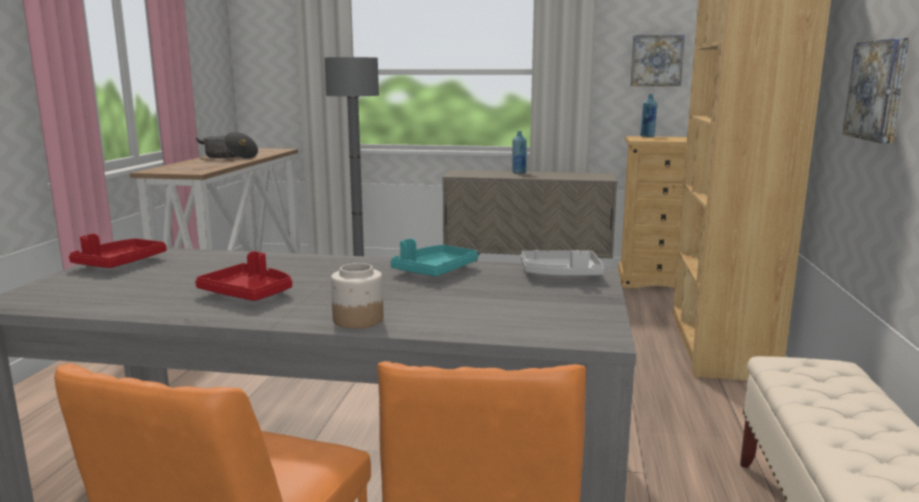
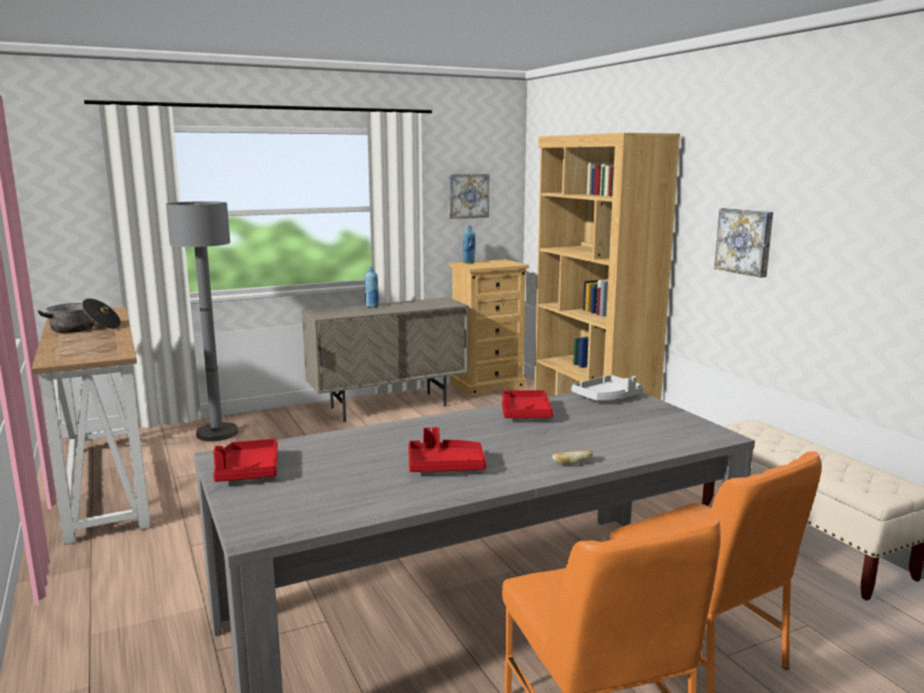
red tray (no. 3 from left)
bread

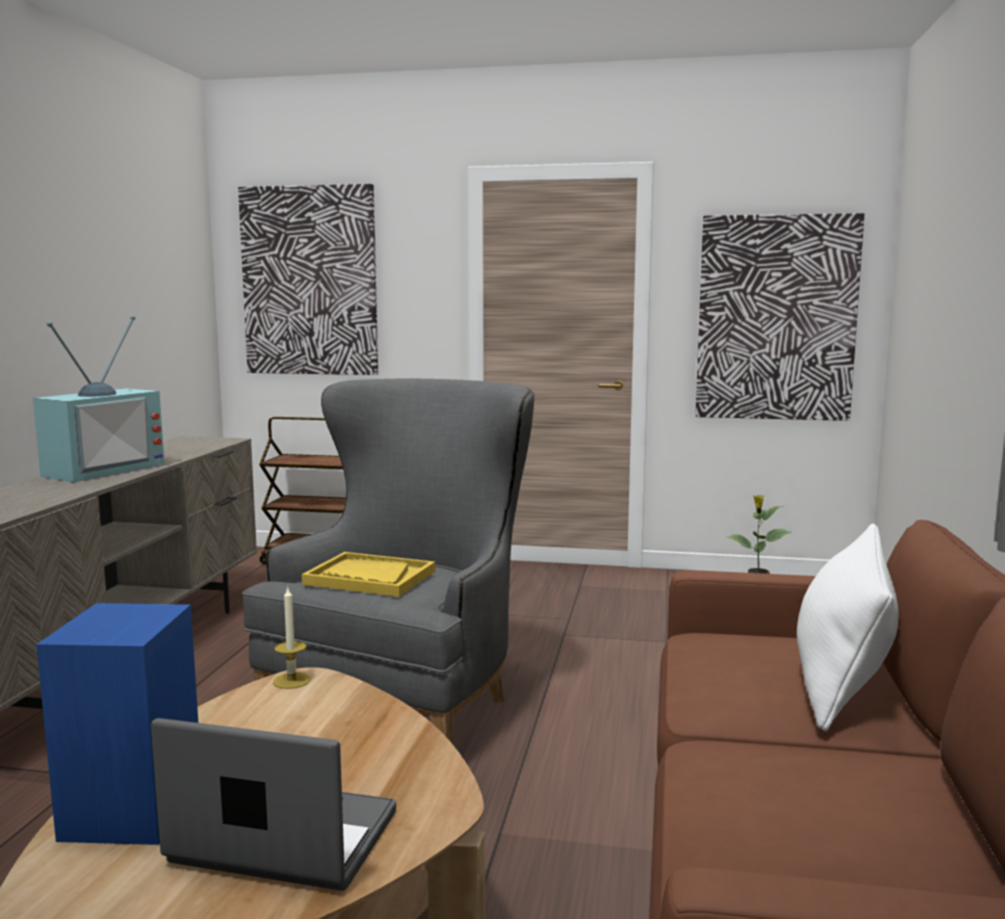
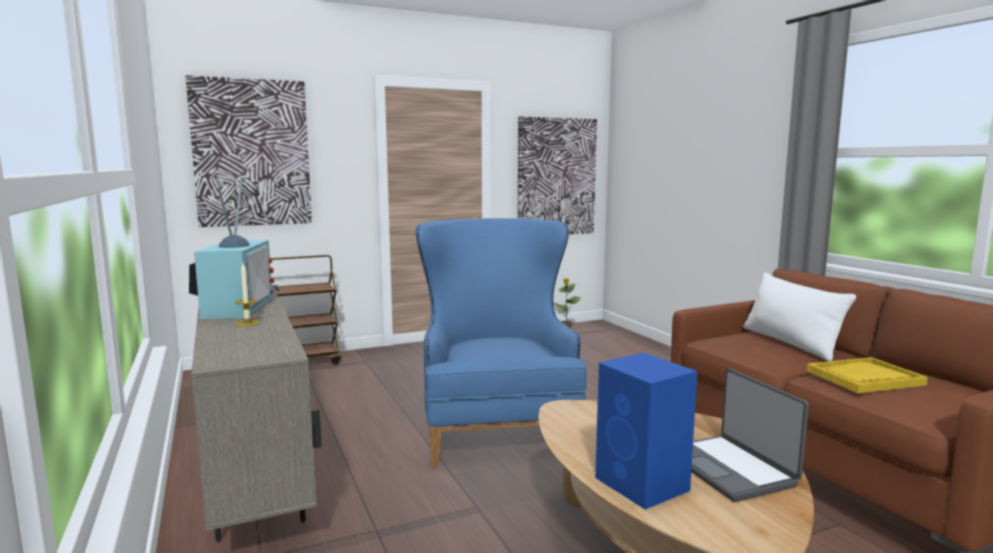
blue armchair
yellow tray
candle
laptop

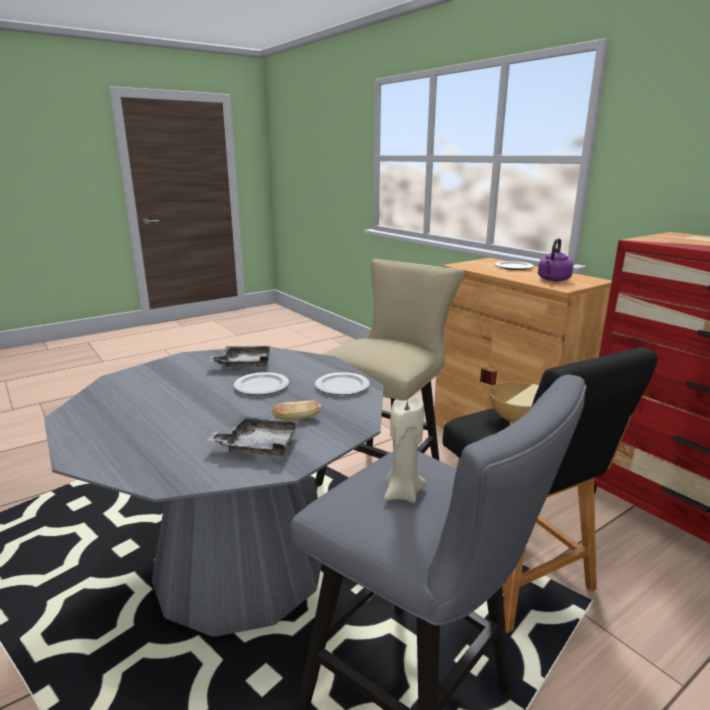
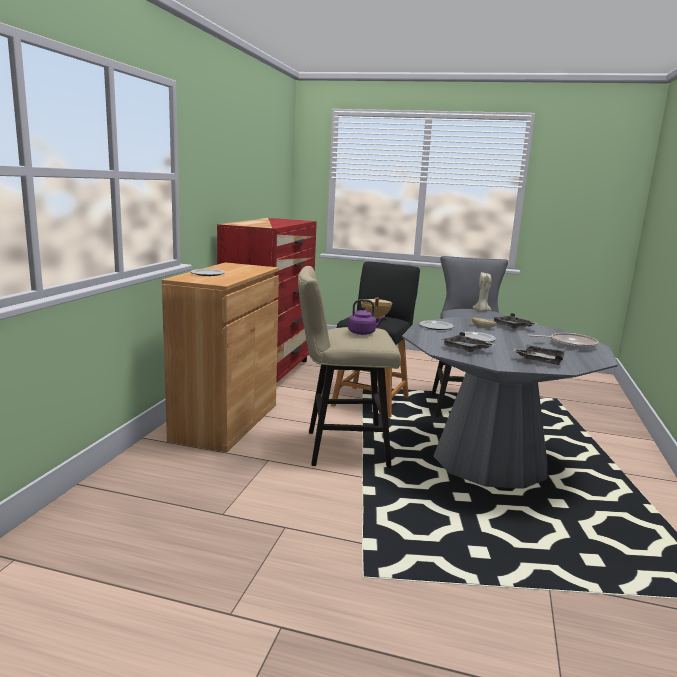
purple kettle
frying pan
grey tray (no. 3 from left)

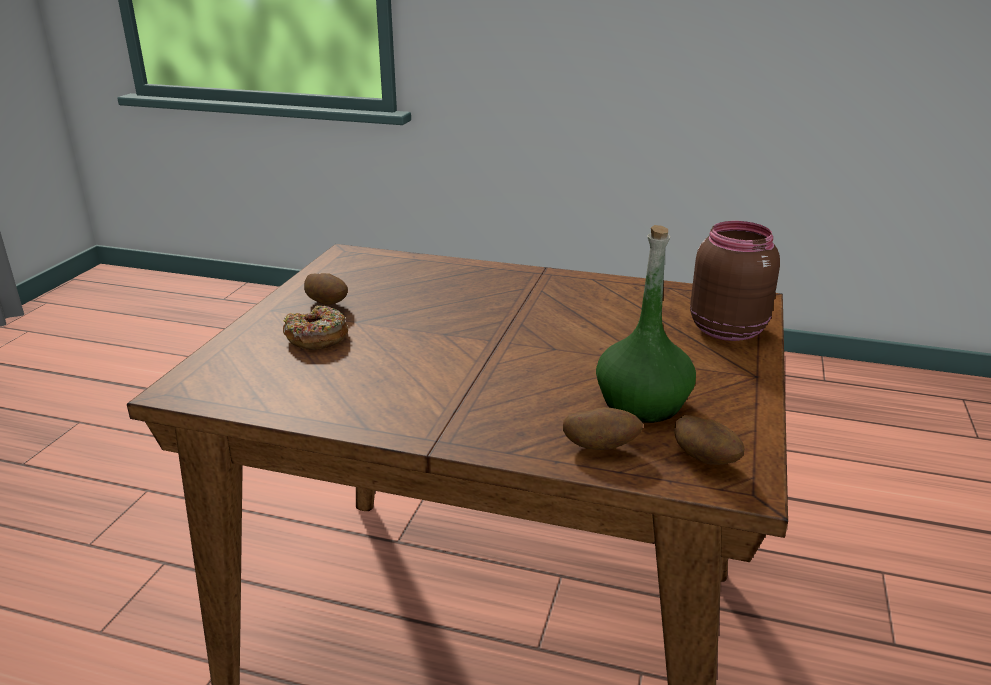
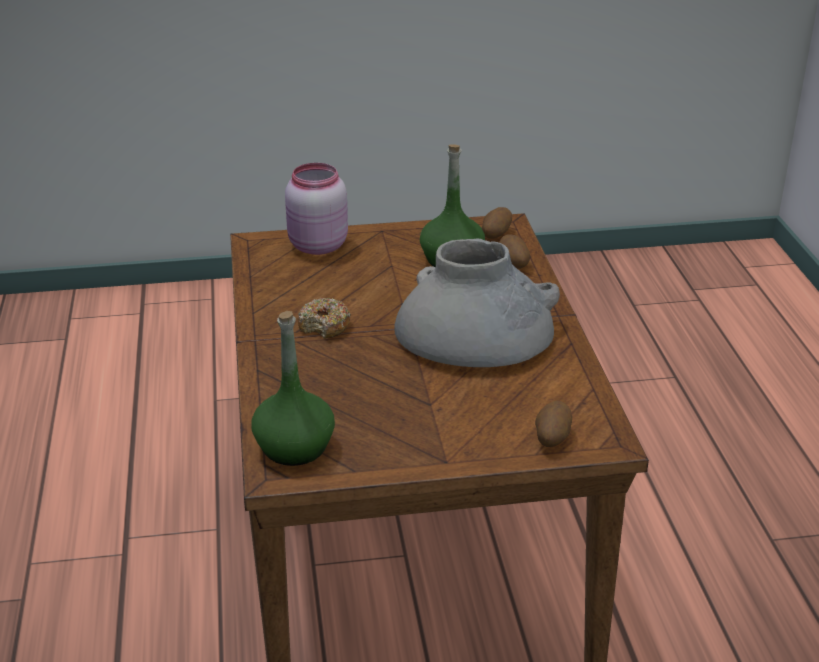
pink jar
potato (no. 3 from left)
donut
grey vase
green bottle (no. 1 from left)

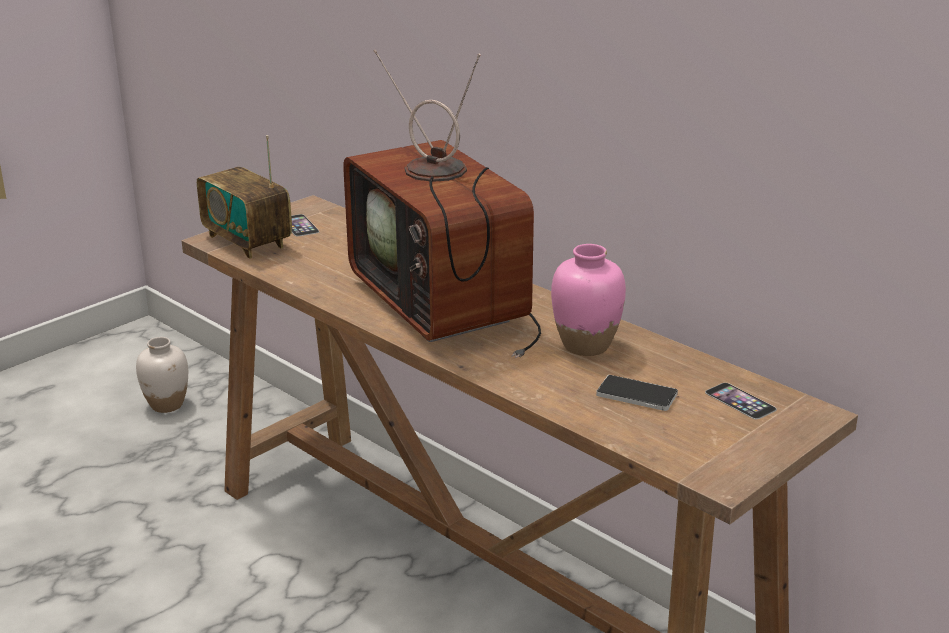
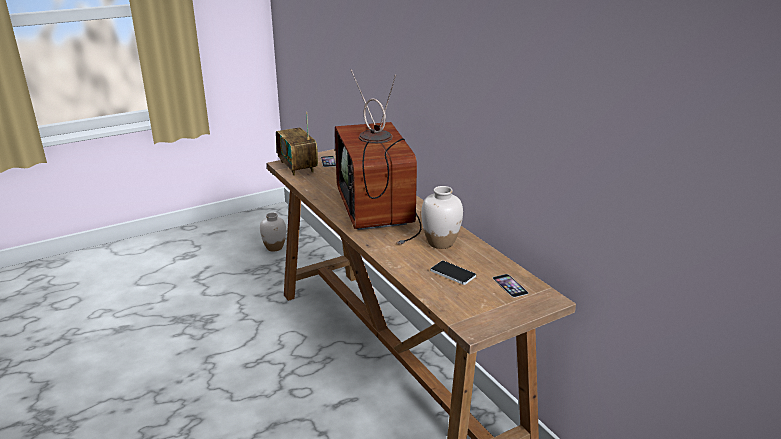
white vase (no. 2 from left)

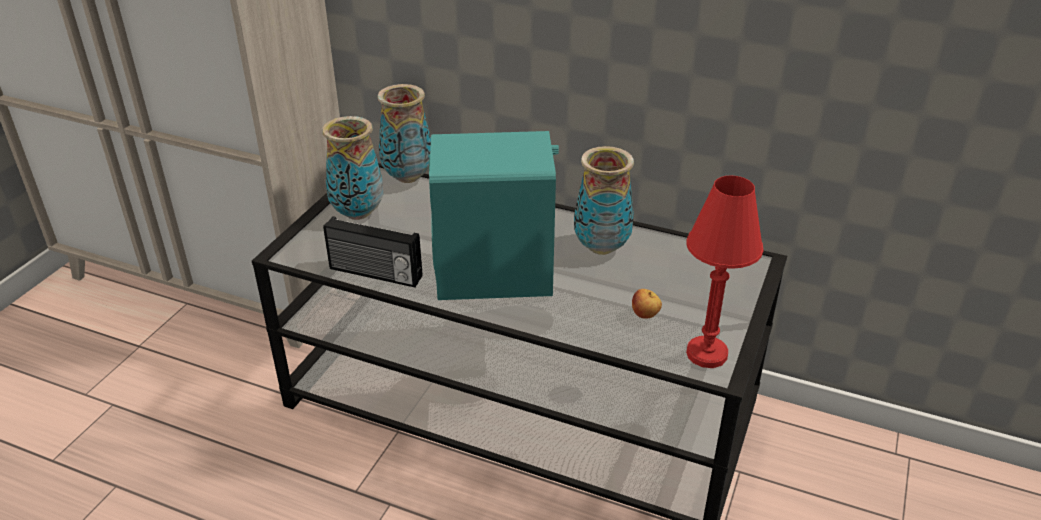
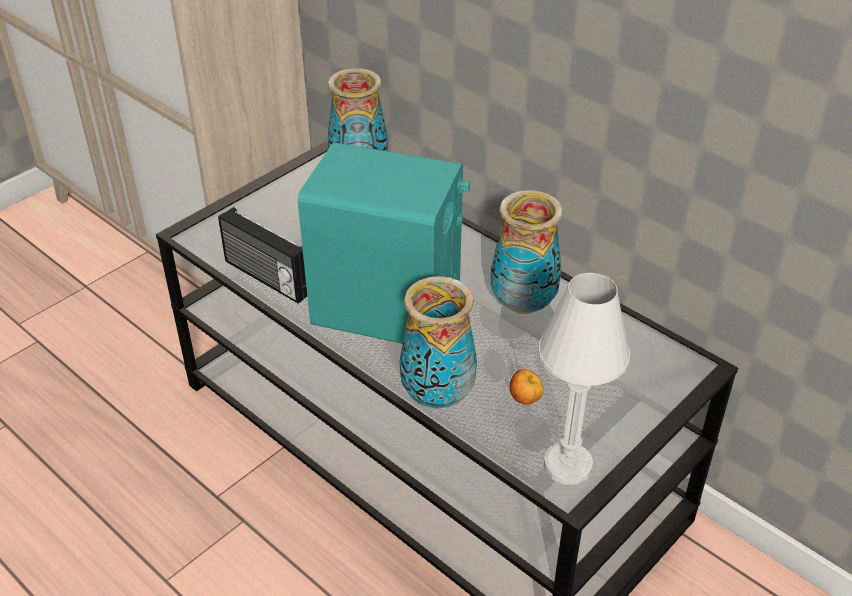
vase (no. 2 from left)
white table lamp

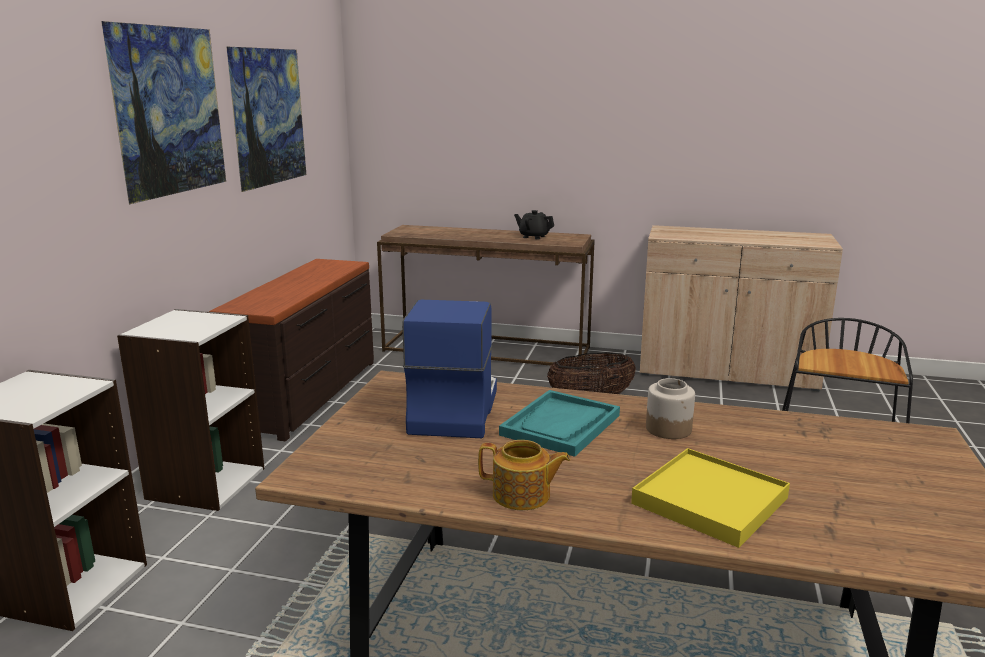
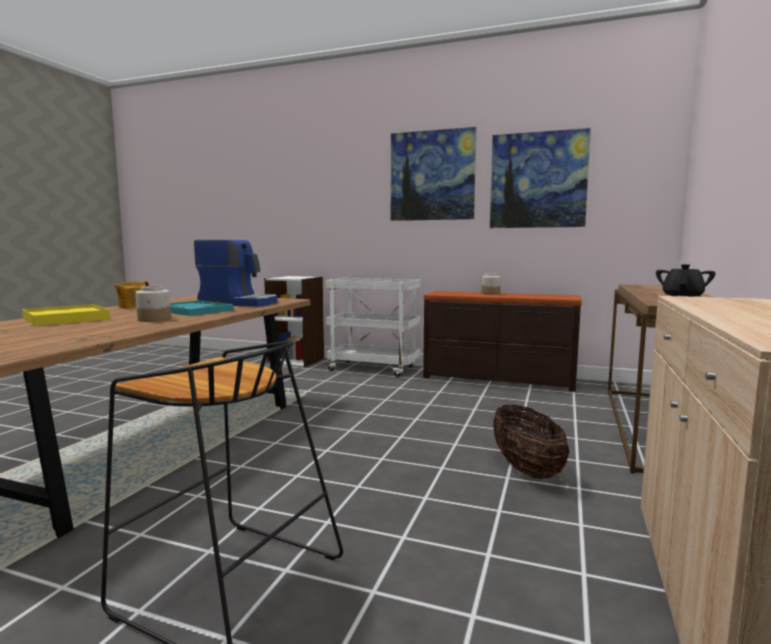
white cart
jar (no. 2 from left)

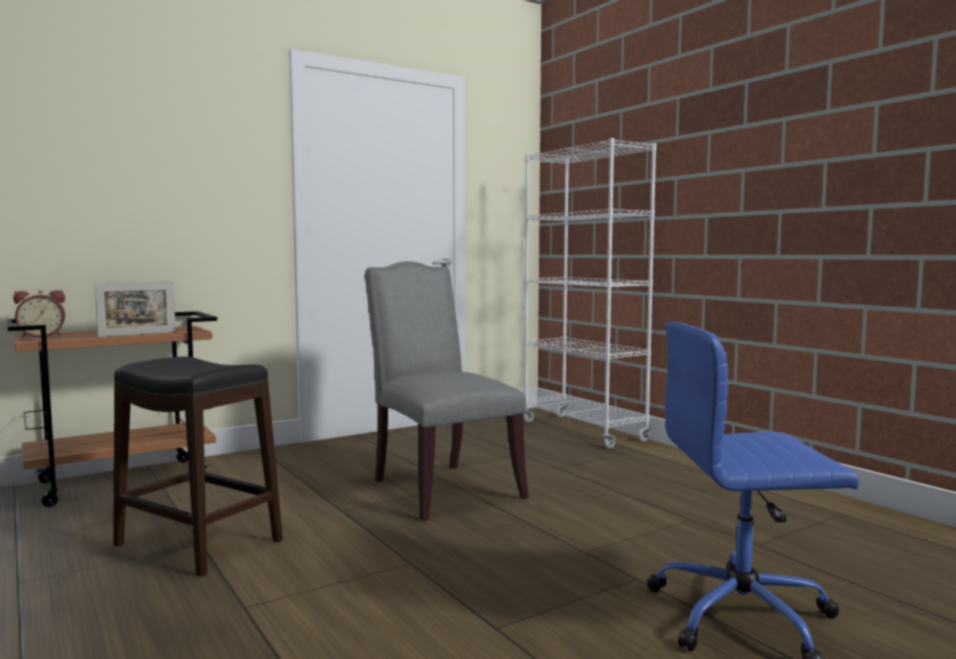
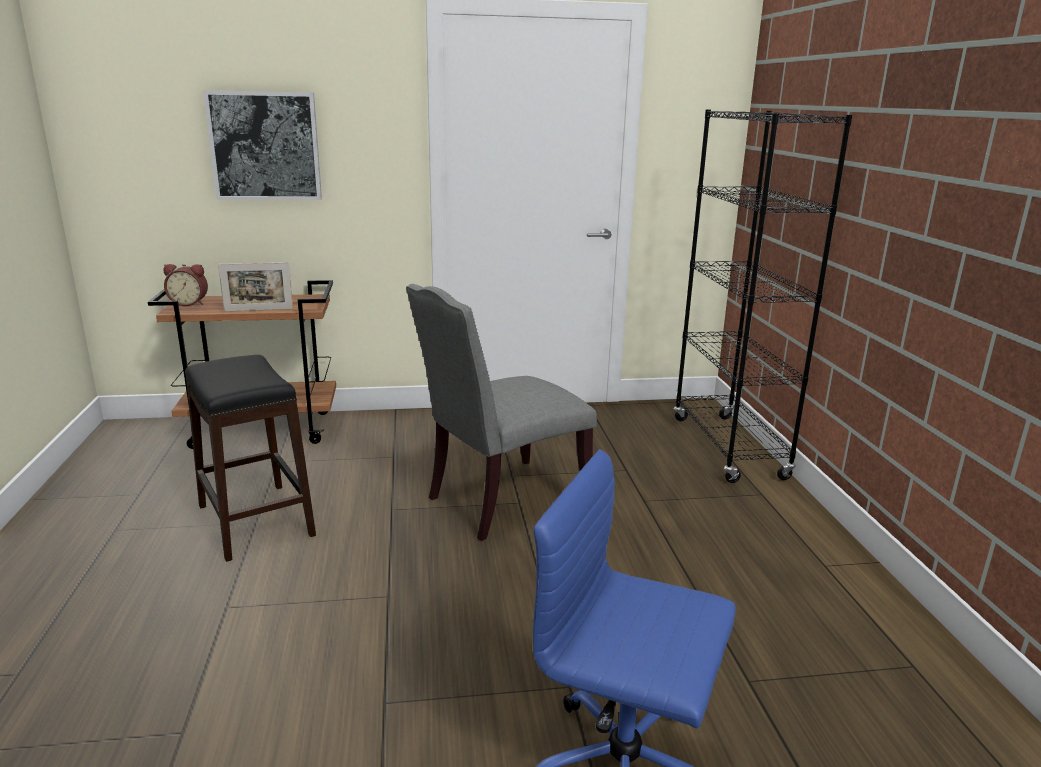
black bookcase
grey chair
picture

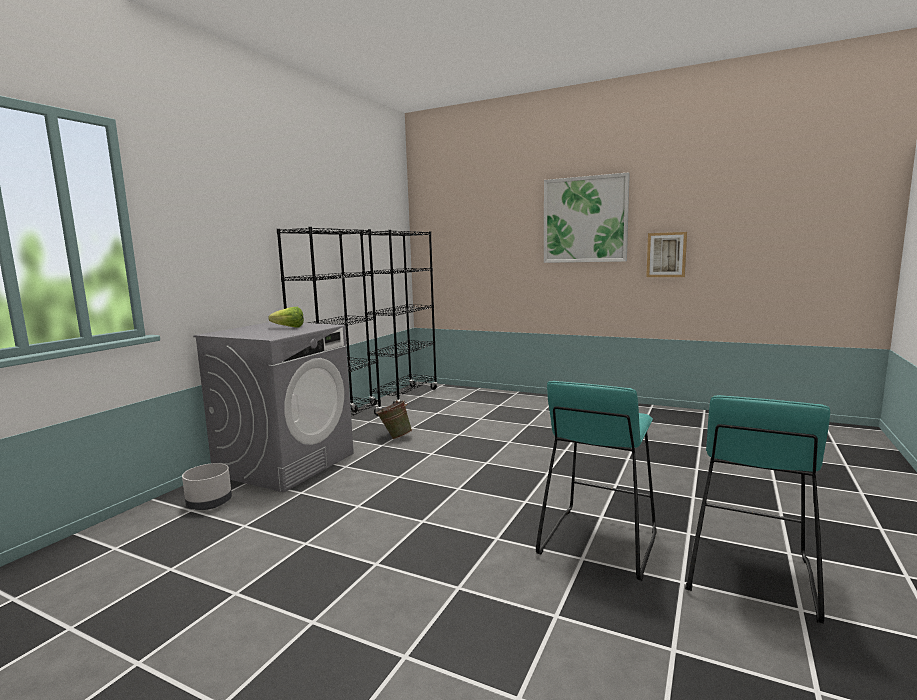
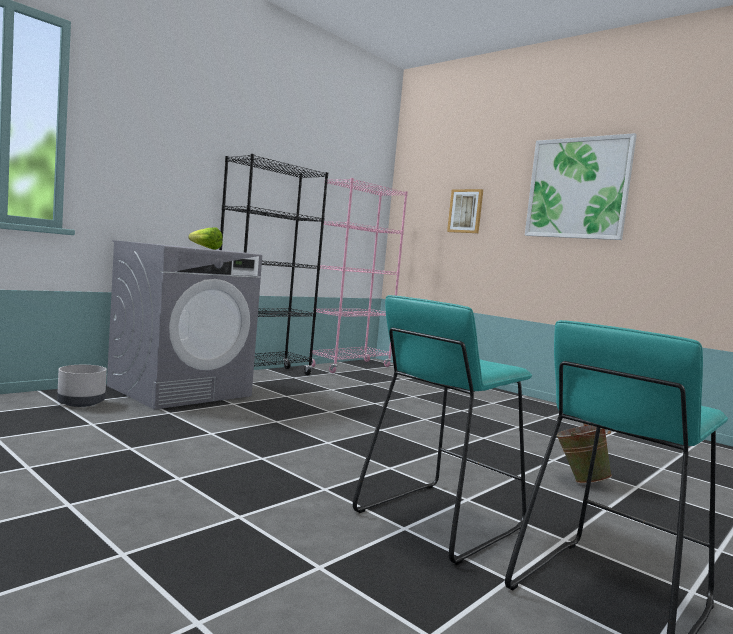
pink bookcase
picture (no. 1 from left)
green bucket

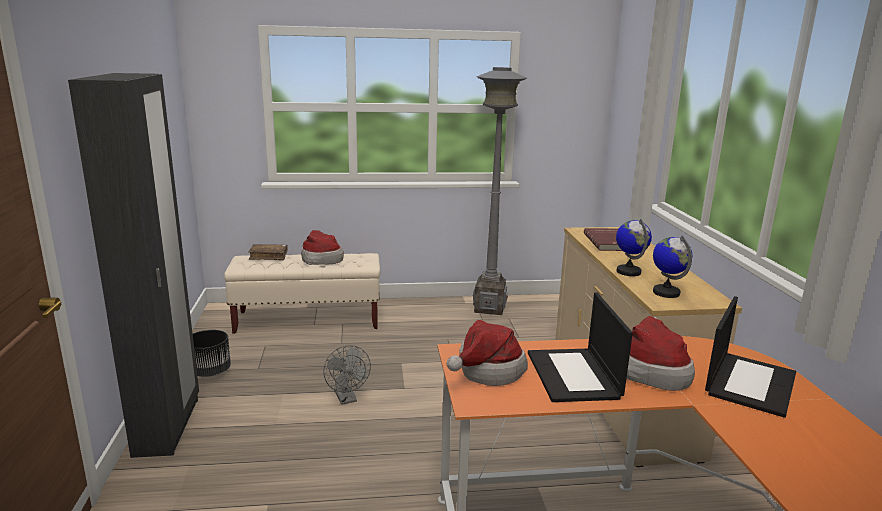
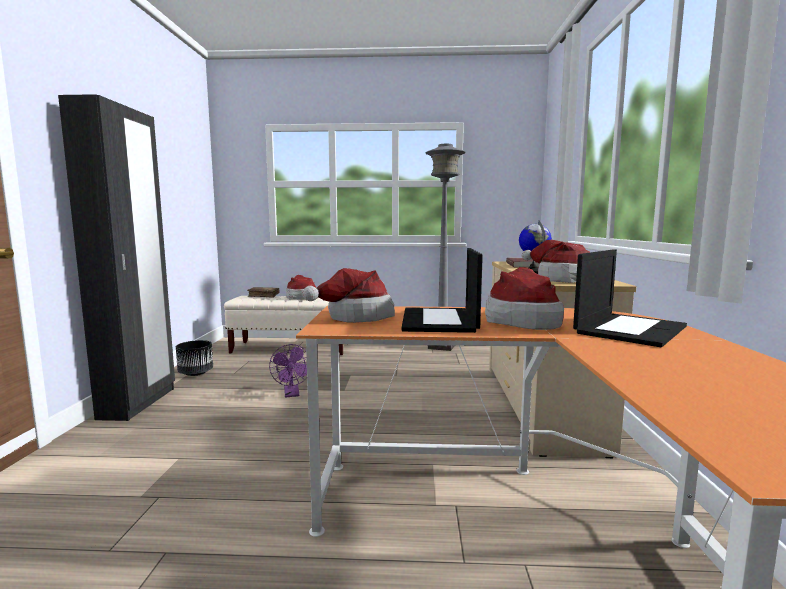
hat (no. 4 from left)
purple fan

